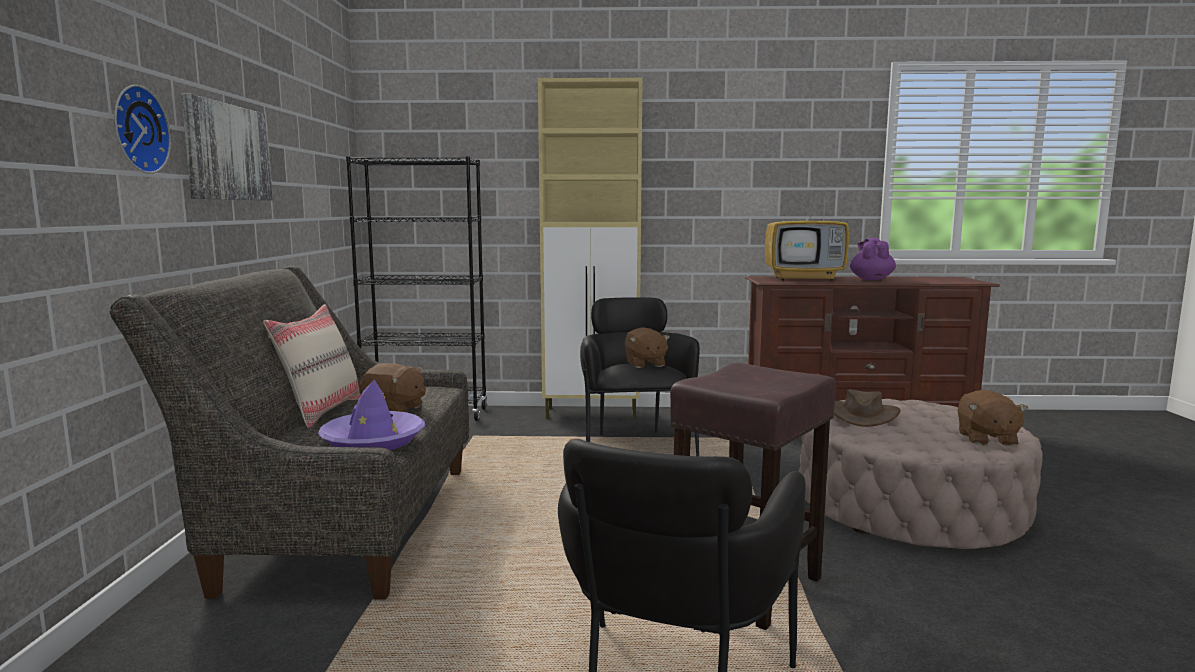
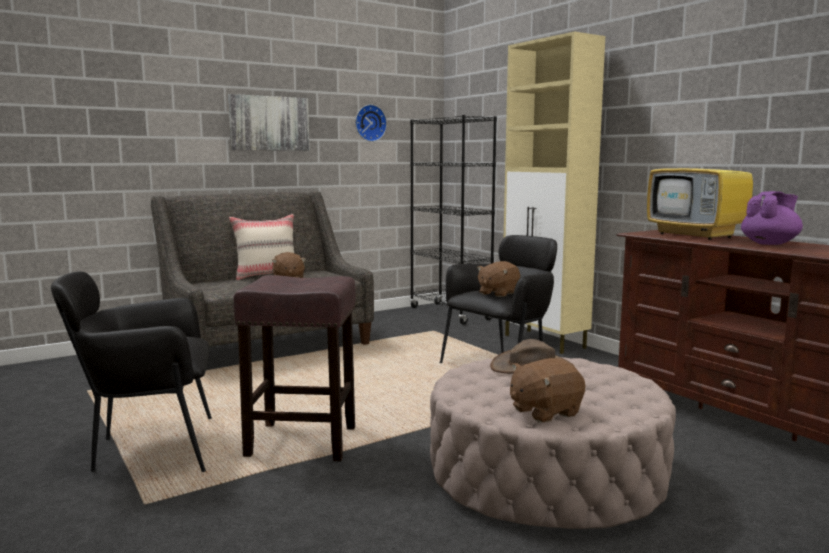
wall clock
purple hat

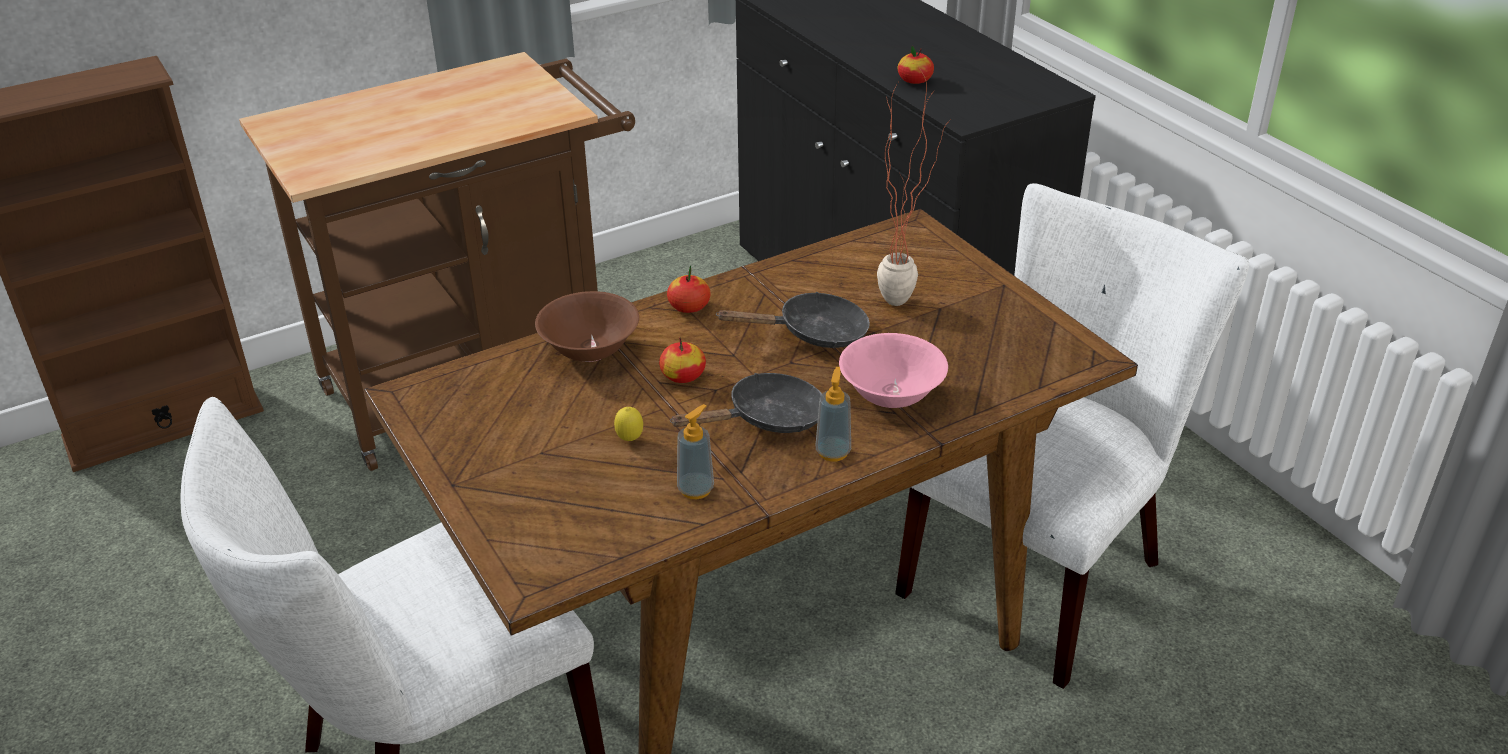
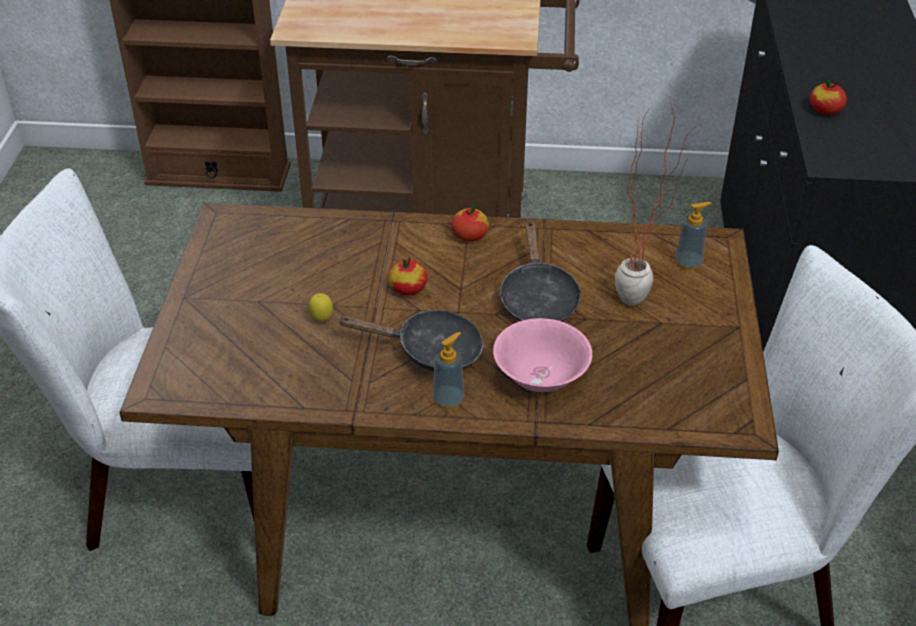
brown bowl
black frying pan (no. 2 from left)
soap dispenser (no. 2 from left)

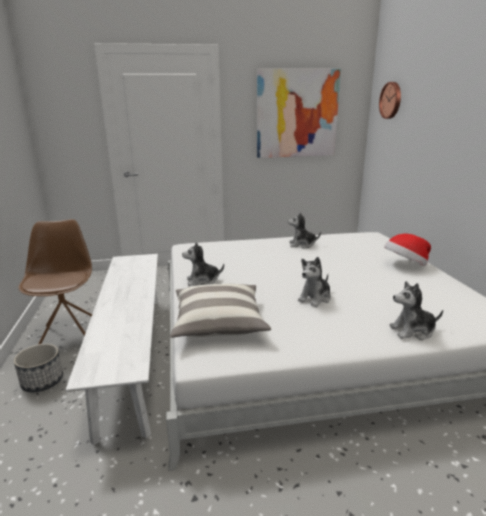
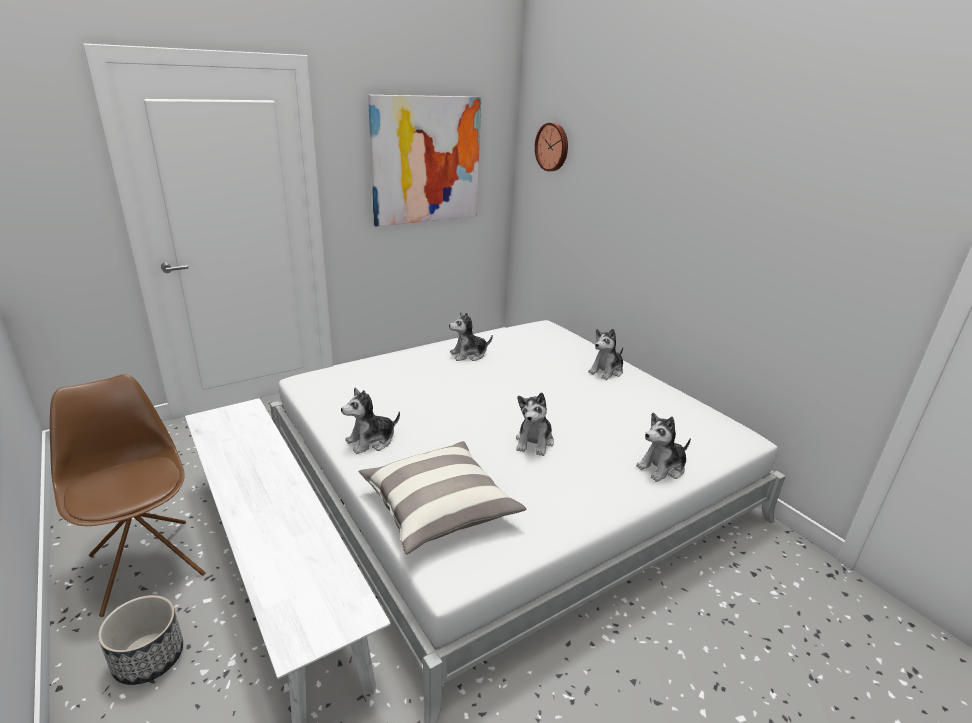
plush toy (no. 4 from left)

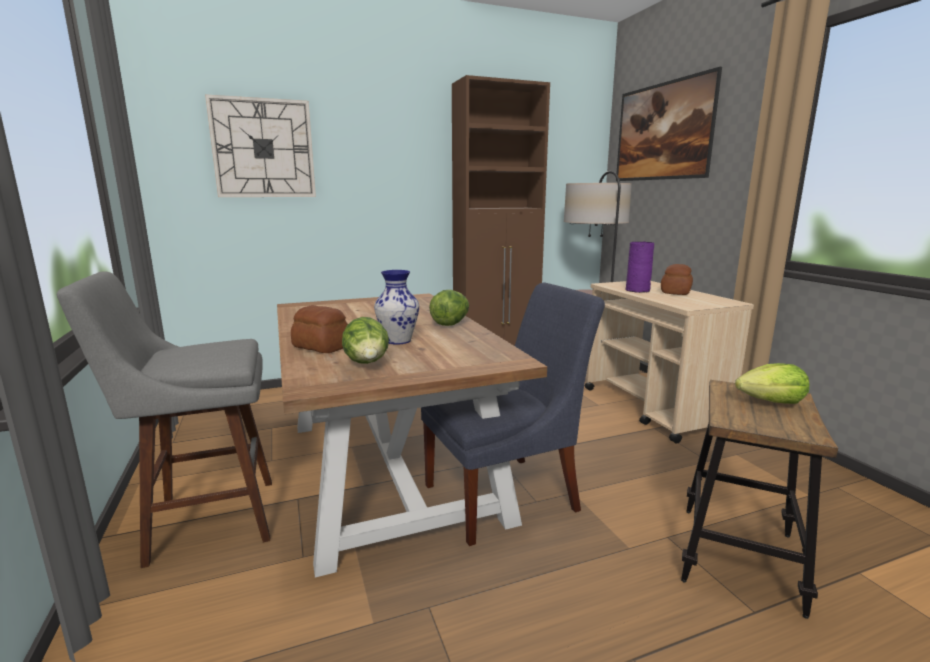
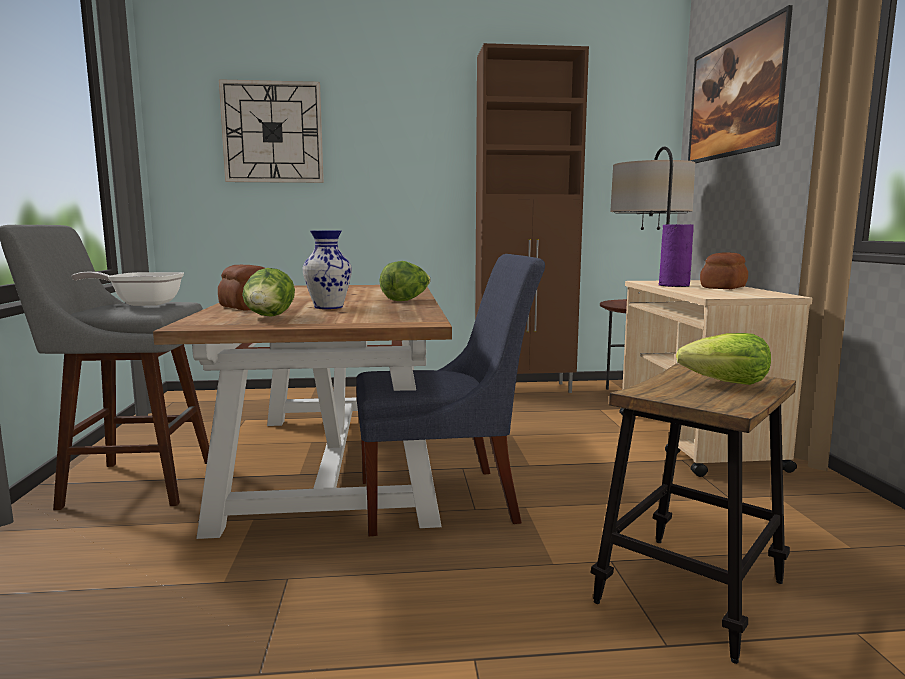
frying pan

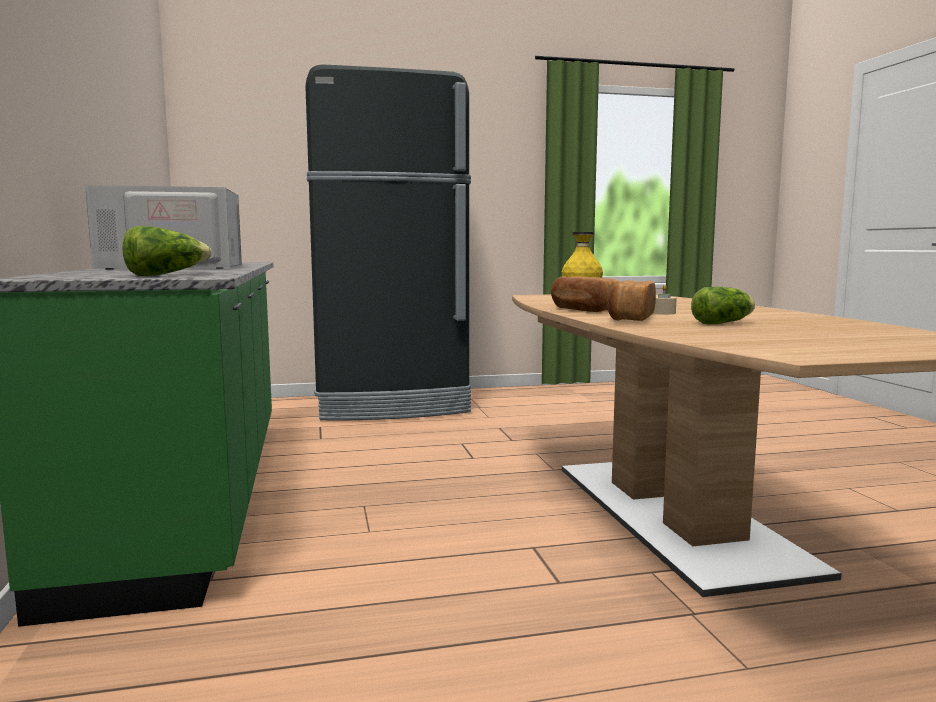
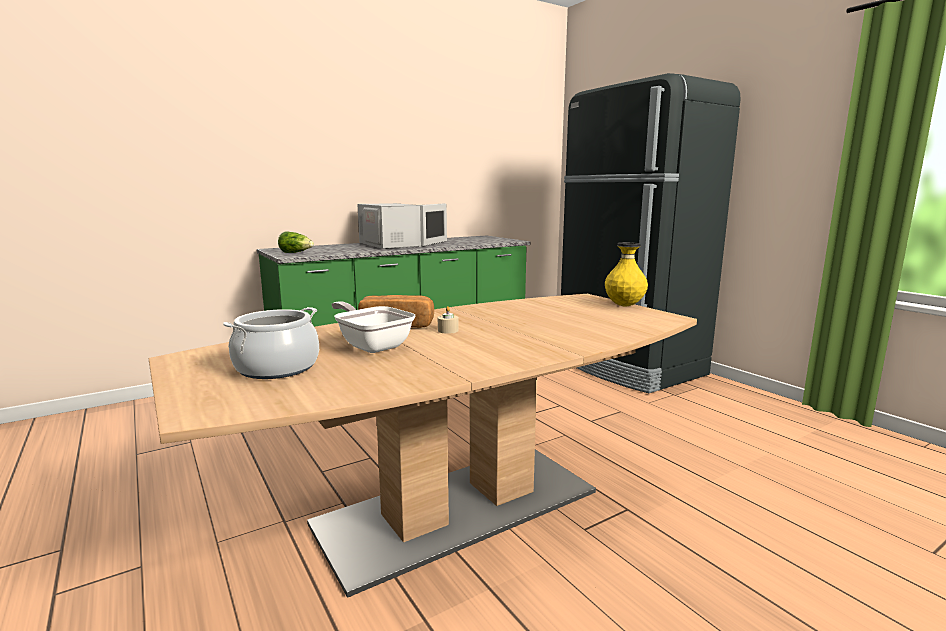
bread (no. 1 from left in the first image)
frying pan
cooking pot

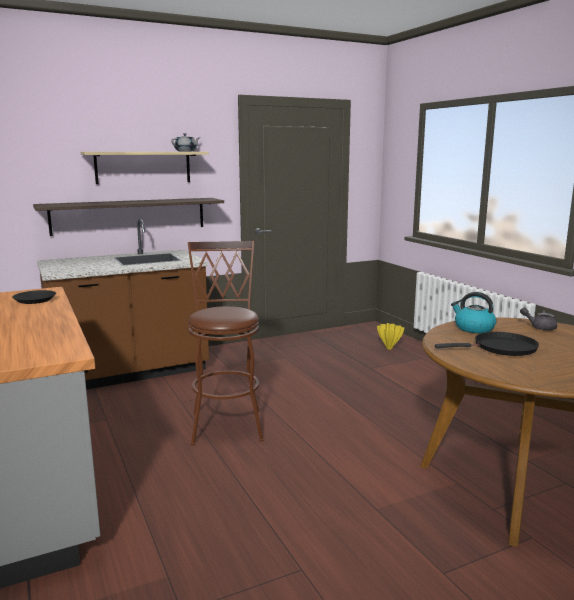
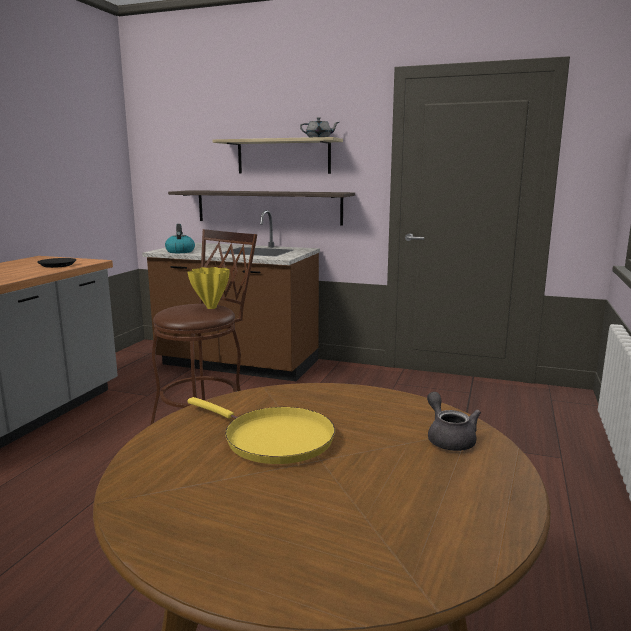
kettle
yellow vase
yellow frying pan

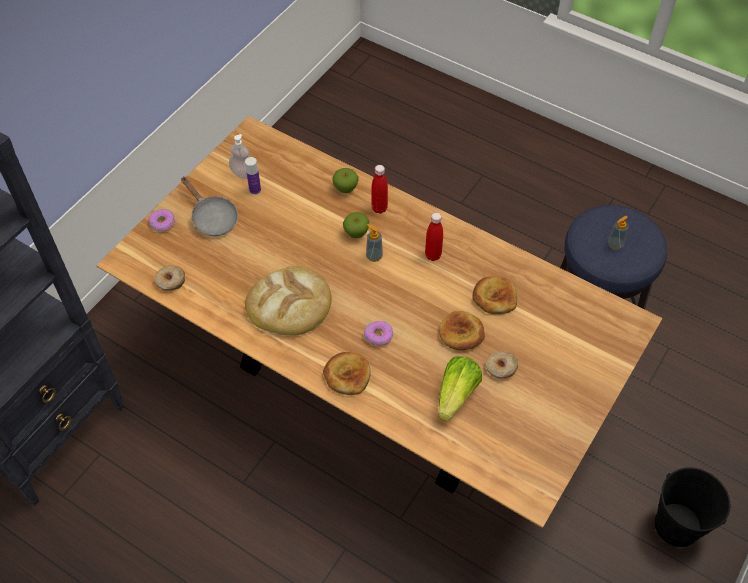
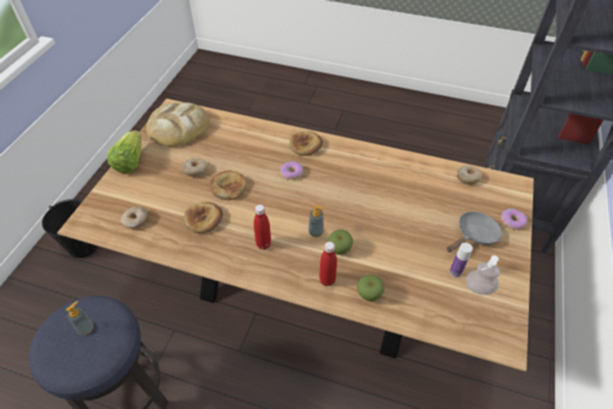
grey frying pan
bread (no. 1 from left)
lettuce
donut (no. 1 from left)

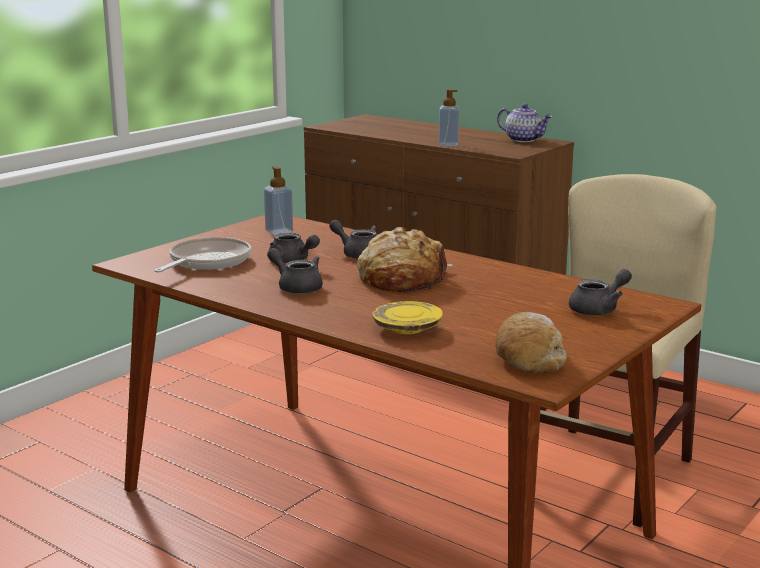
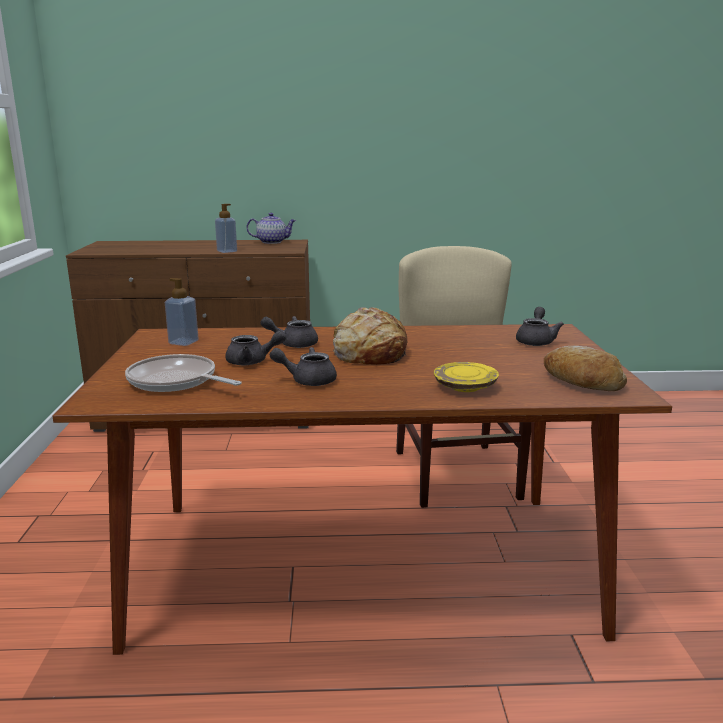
frying pan

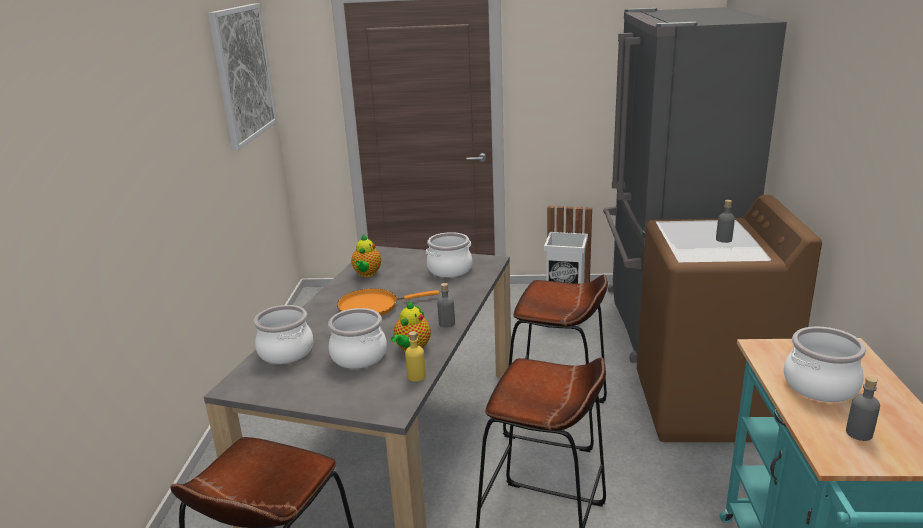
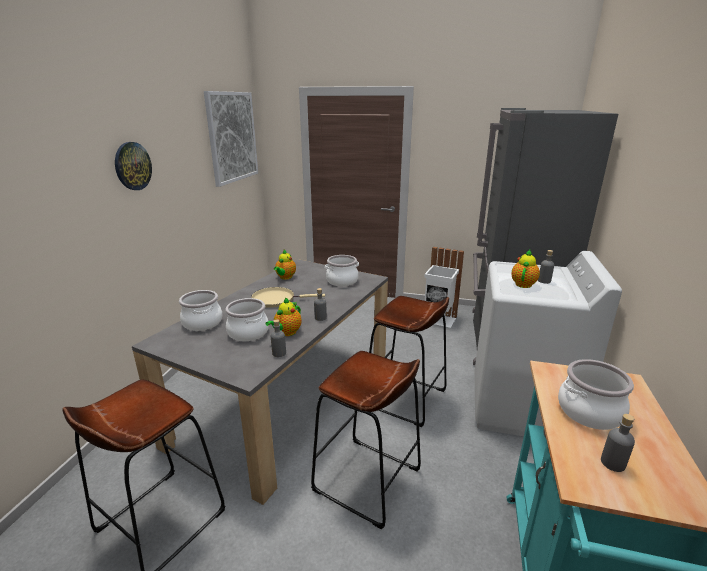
white washing machine
beige frying pan
grey bottle (no. 1 from left)
wall clock
teapot (no. 3 from left)

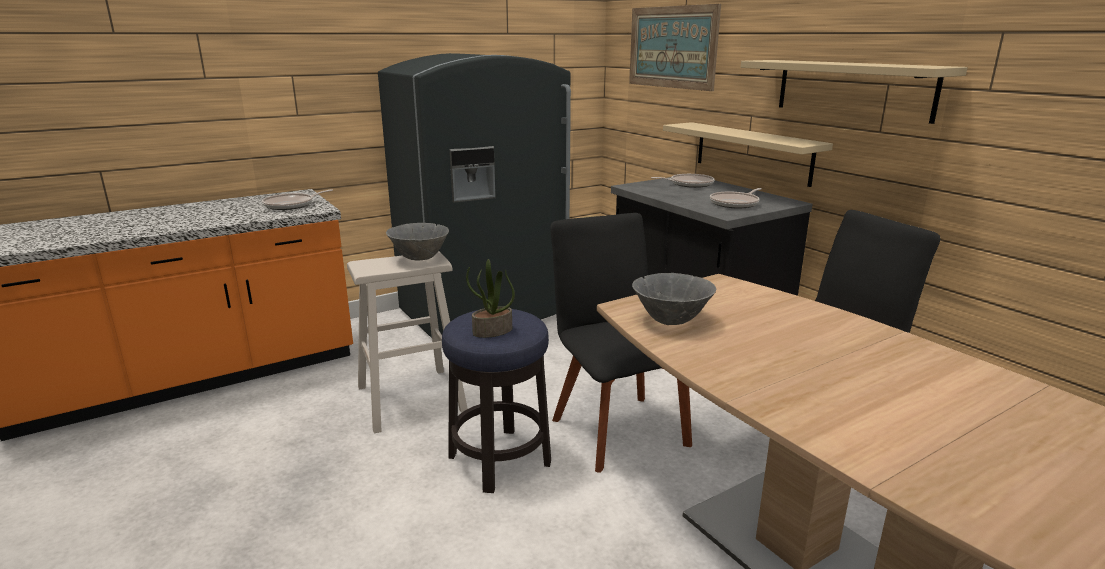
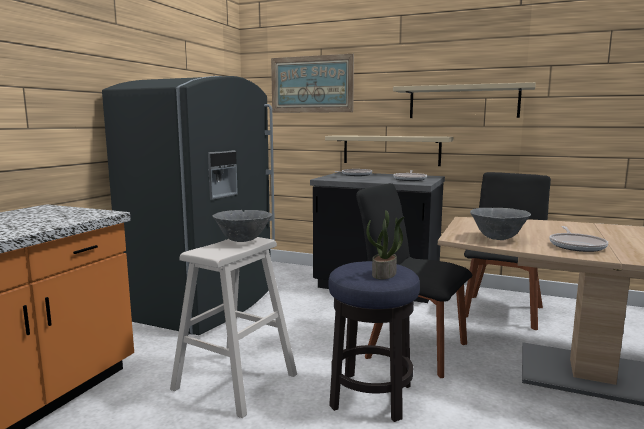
frying pan (no. 3 from left)

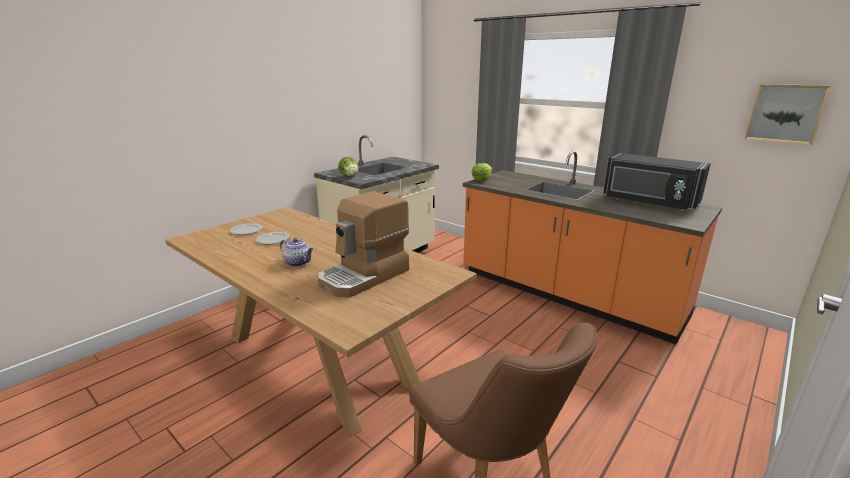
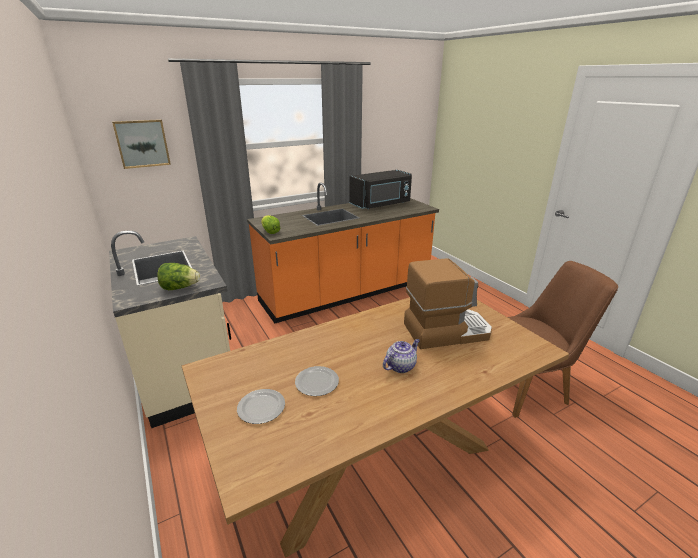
picture
coffee machine

